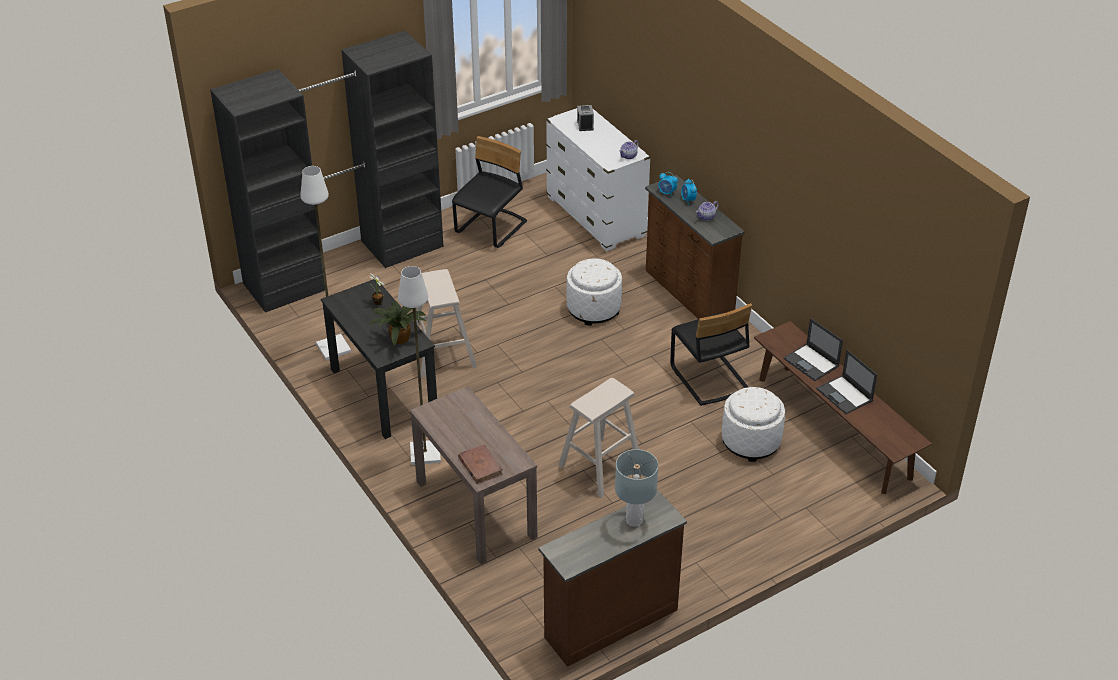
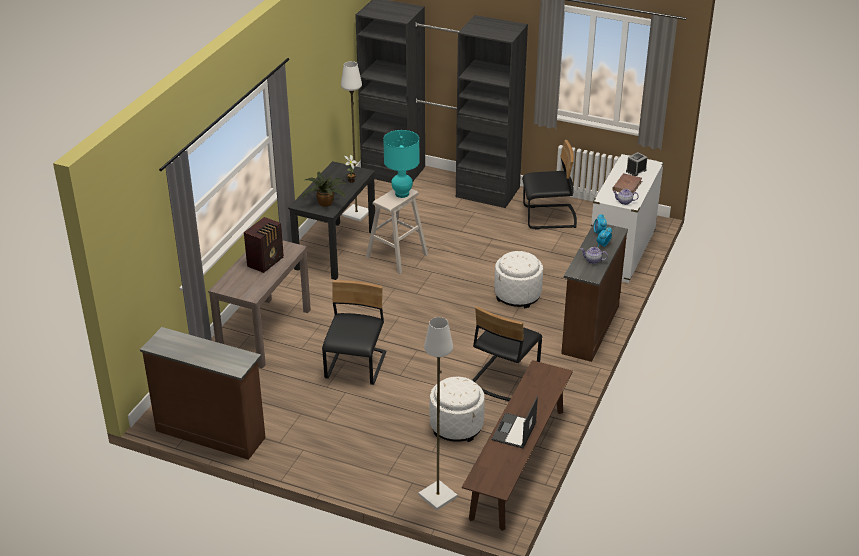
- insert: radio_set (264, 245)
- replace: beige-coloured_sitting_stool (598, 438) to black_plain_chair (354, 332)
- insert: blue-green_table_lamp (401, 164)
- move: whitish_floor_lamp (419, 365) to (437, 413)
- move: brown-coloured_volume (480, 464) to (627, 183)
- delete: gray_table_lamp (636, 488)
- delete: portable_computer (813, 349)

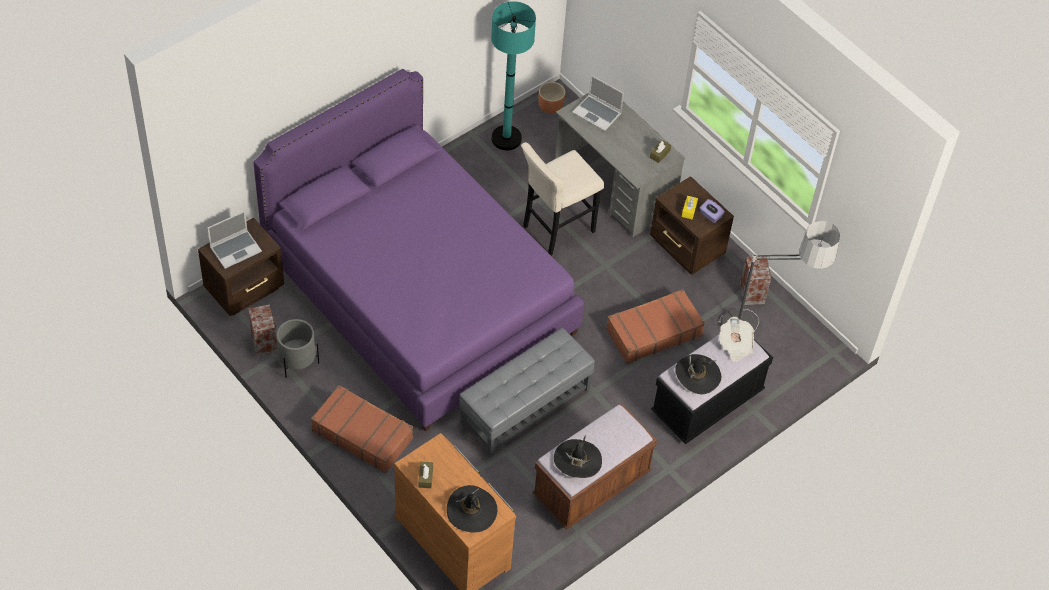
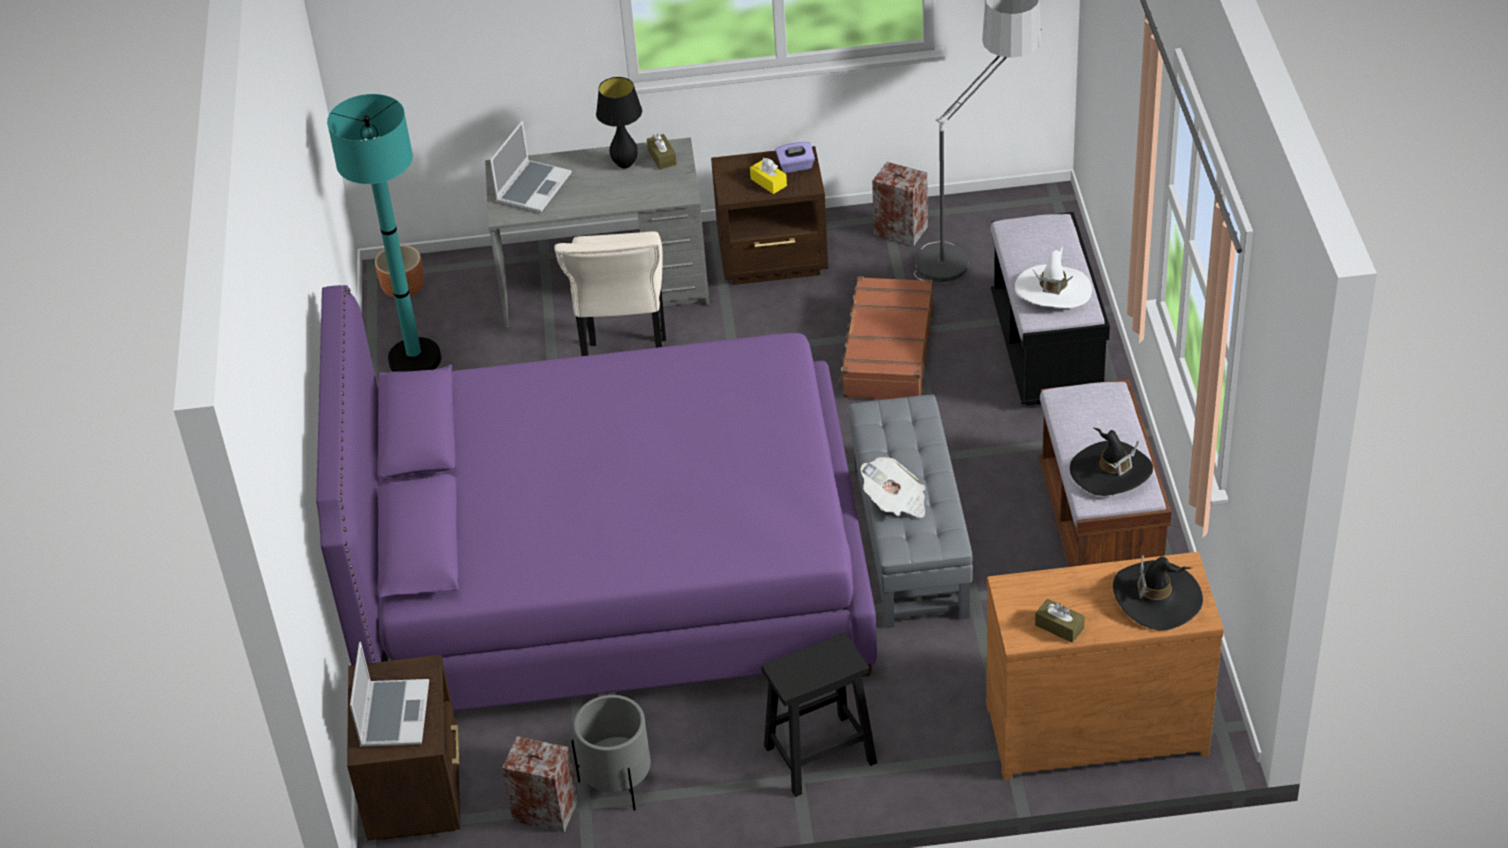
- rotate: portable_computer (598, 103) = (531, 166) 45 degrees counterclockwise
- insert: black_table_lamp (619, 123)
- replace: brown-coloured_suitcase (362, 429) to black_sitting_stool (819, 714)
- move: printed_paper (736, 339) to (892, 487)
- recolor: black_wearable_hat (698, 374) to whitish_wearable_hat (1053, 277)

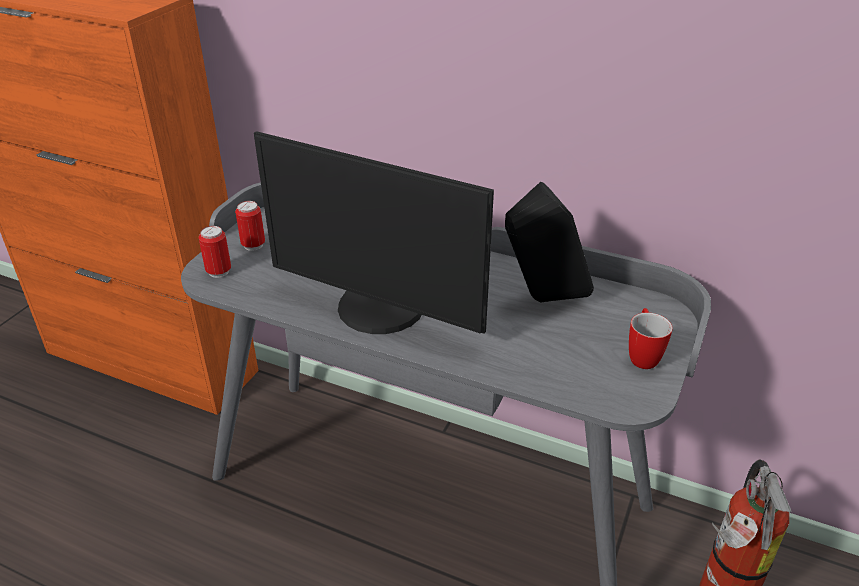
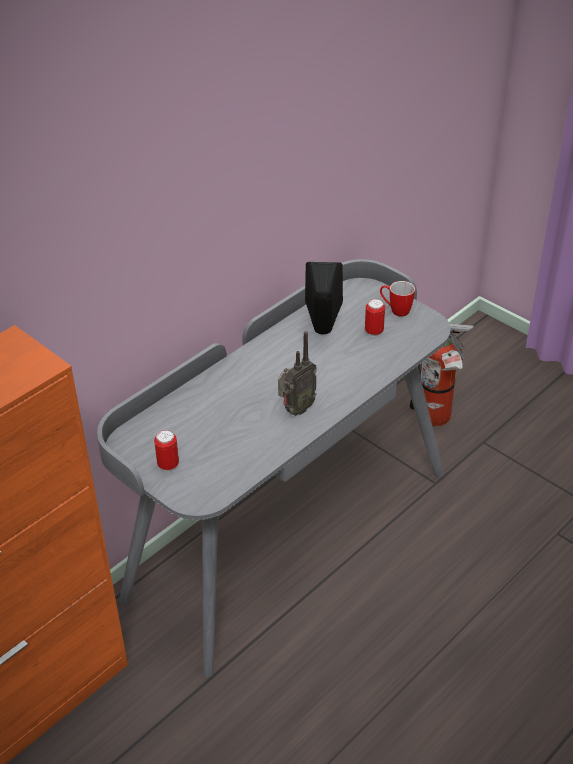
- replace: computer_display (374, 232) to radio_set (297, 373)
- move: sealed_can (215, 252) to (375, 318)

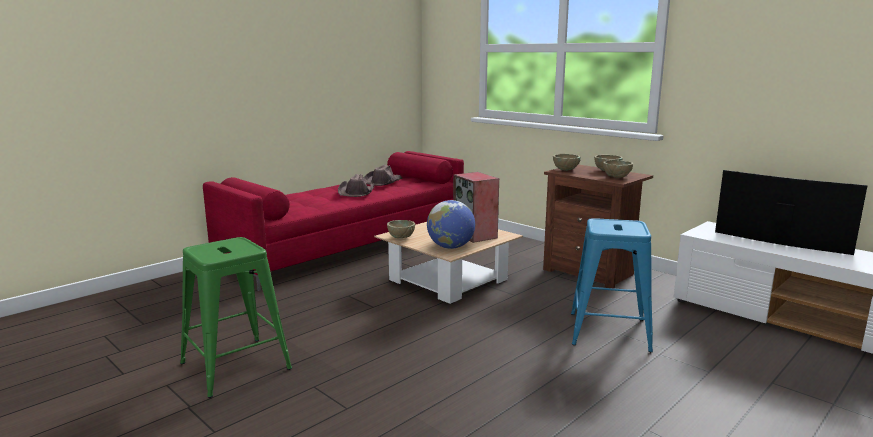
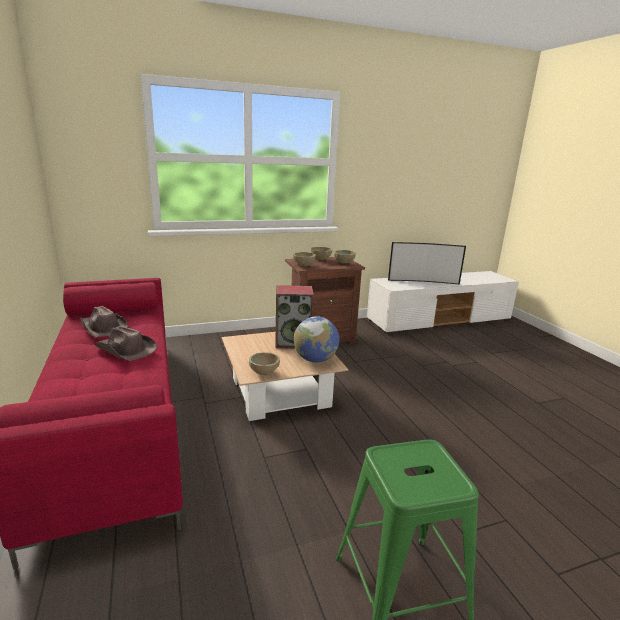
- rotate: television (791, 212) = (427, 263) 150 degrees counterclockwise
- delete: bluish_sitting_stool (612, 285)

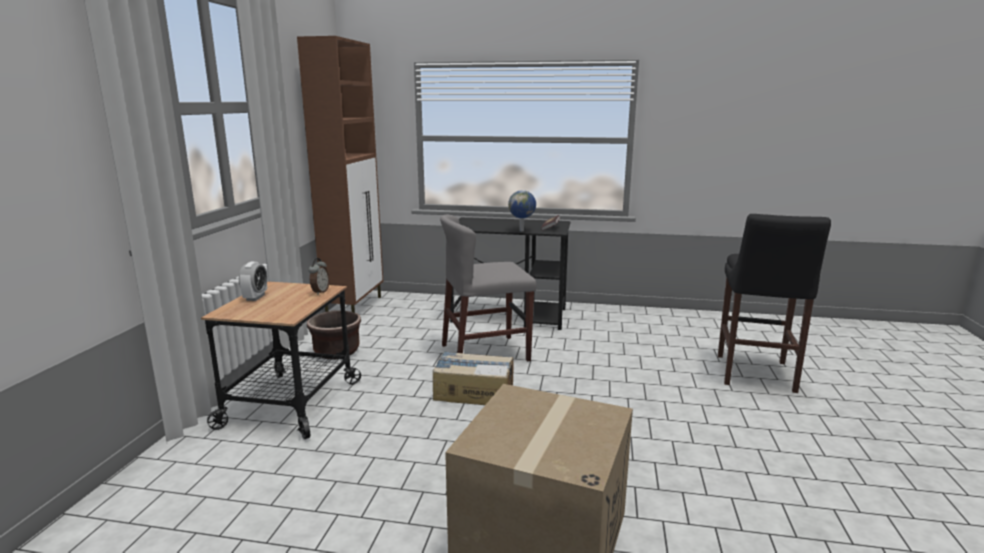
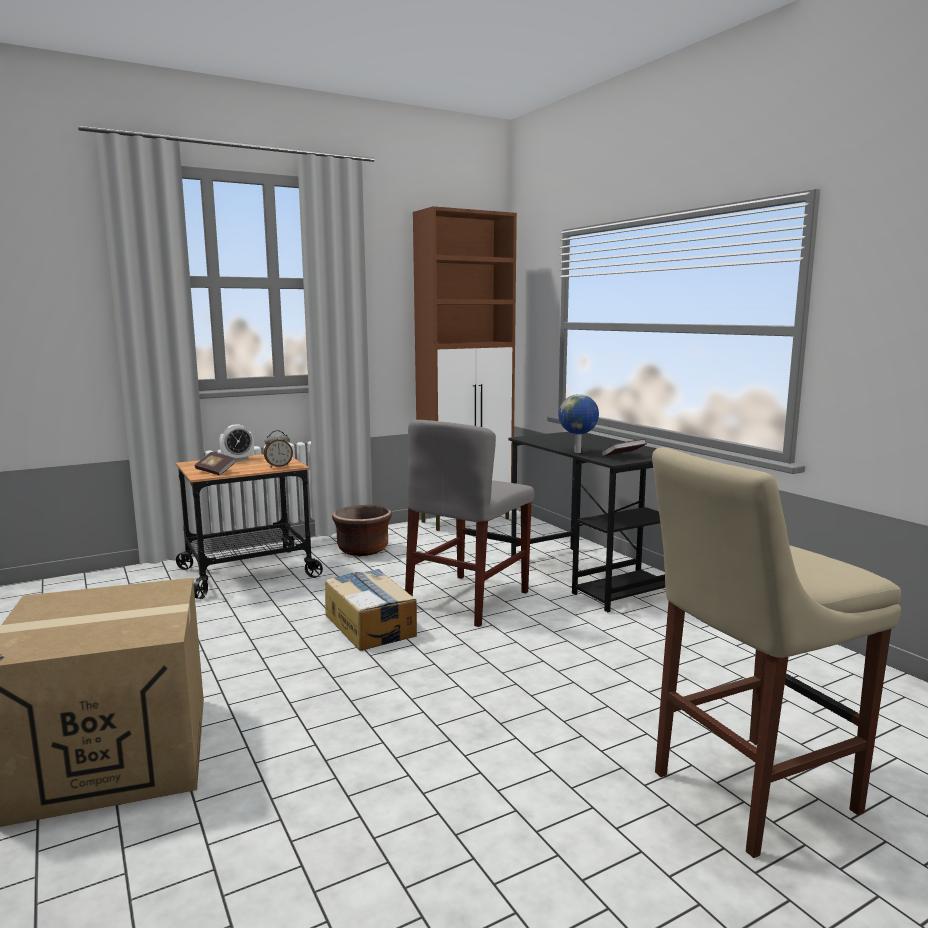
- insert: volume (215, 464)
- rotate: gray_plain_chair (488, 288) = (470, 523) 90 degrees counterclockwise
- recolor: black_sitting_stool (774, 303) to beige-coloured_sitting_stool (776, 652)

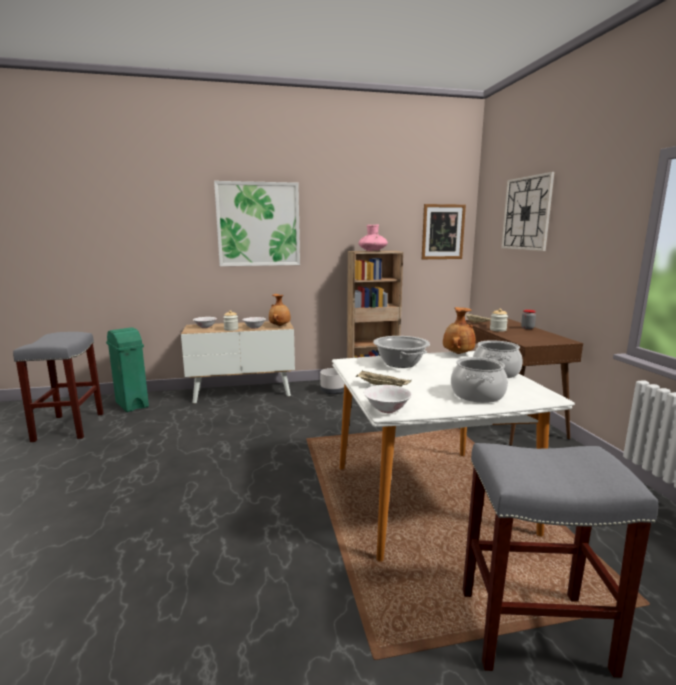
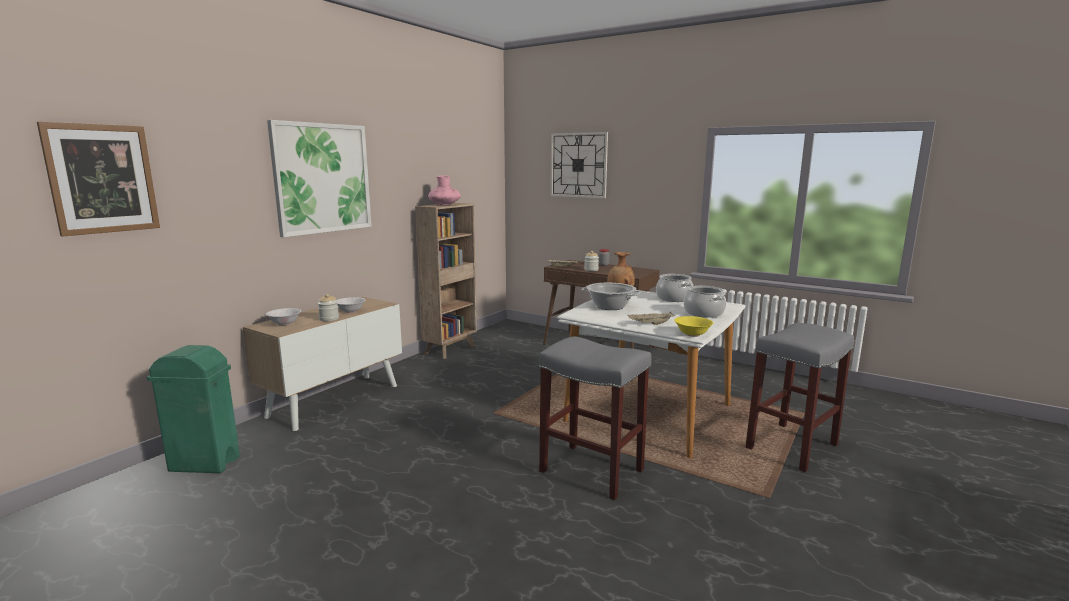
- move: picture (444, 231) to (98, 179)
- move: gray_sitting_stool (58, 387) to (595, 418)
- recolor: whitish_bowl (388, 399) to yellow_bowl (693, 326)
- delete: brown-coloured_decorative_vase (280, 310)
- delete: gray_plant_pot (332, 381)

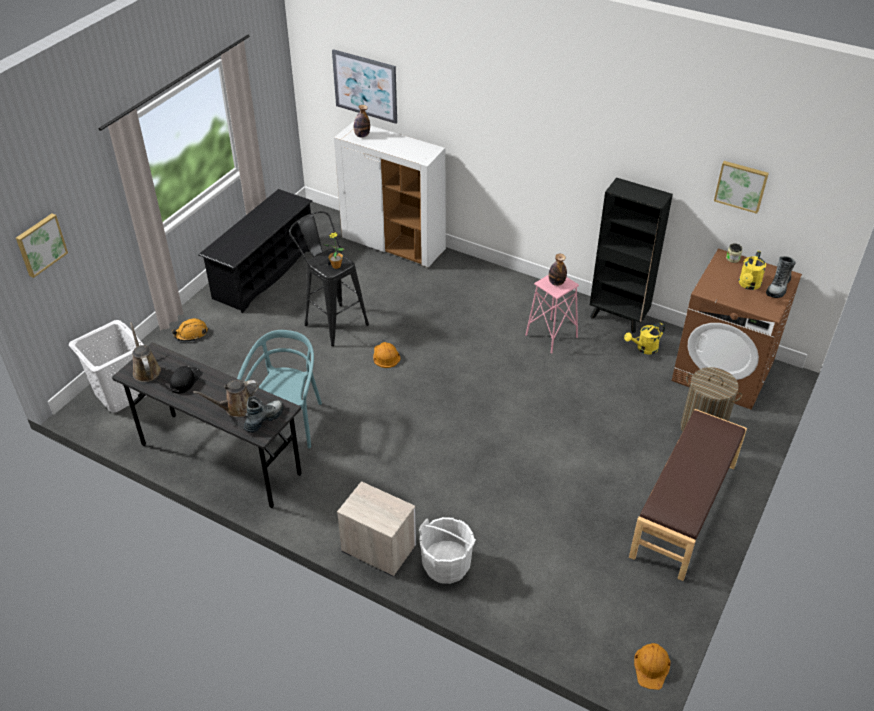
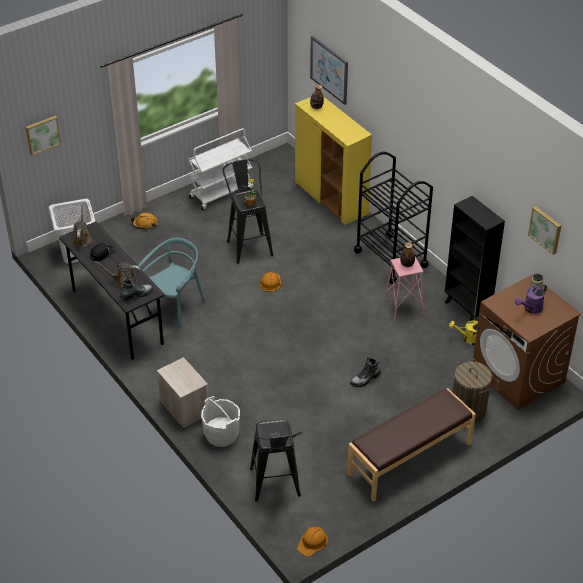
- replace: black_shoe_shelf (255, 251) to whitish_cart (220, 169)
- insert: black_sitting_stool (276, 460)
- recolor: whitish_cabinet (390, 194) to yellow_cabinet (333, 160)
- move: boot (780, 277) to (365, 372)
- insert: black_cart (393, 218)
- recolor: yellow_watering_pot (752, 270) to purple-coloured_watering_pot (531, 299)

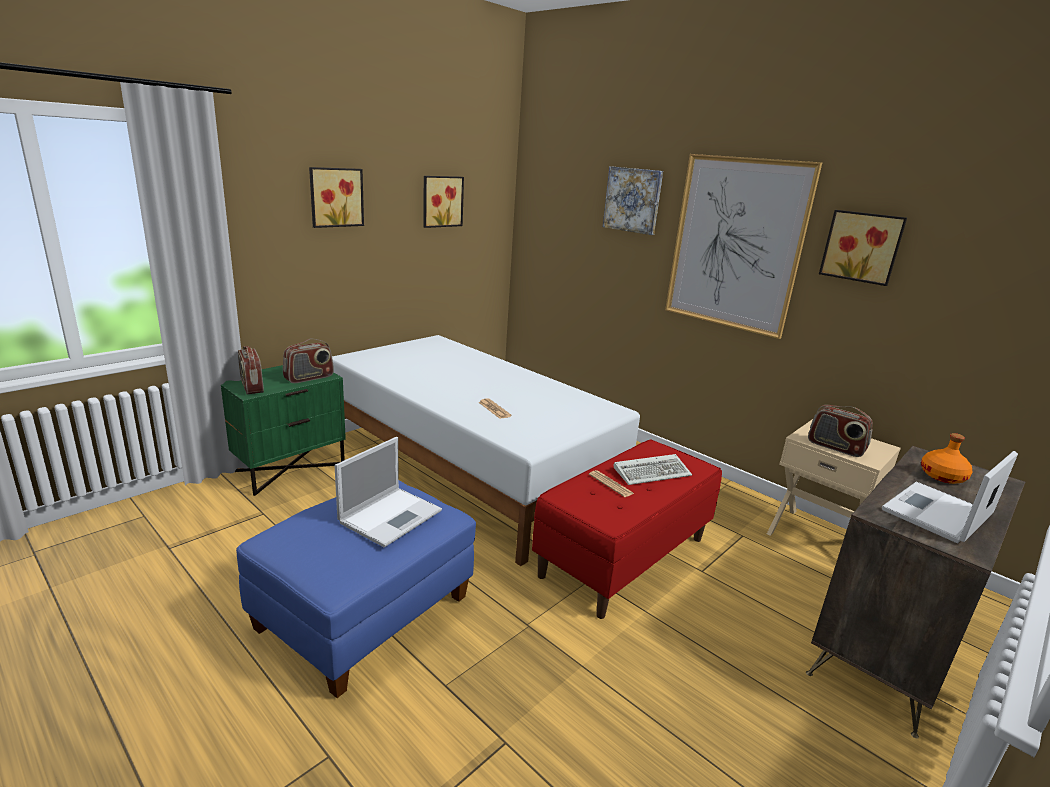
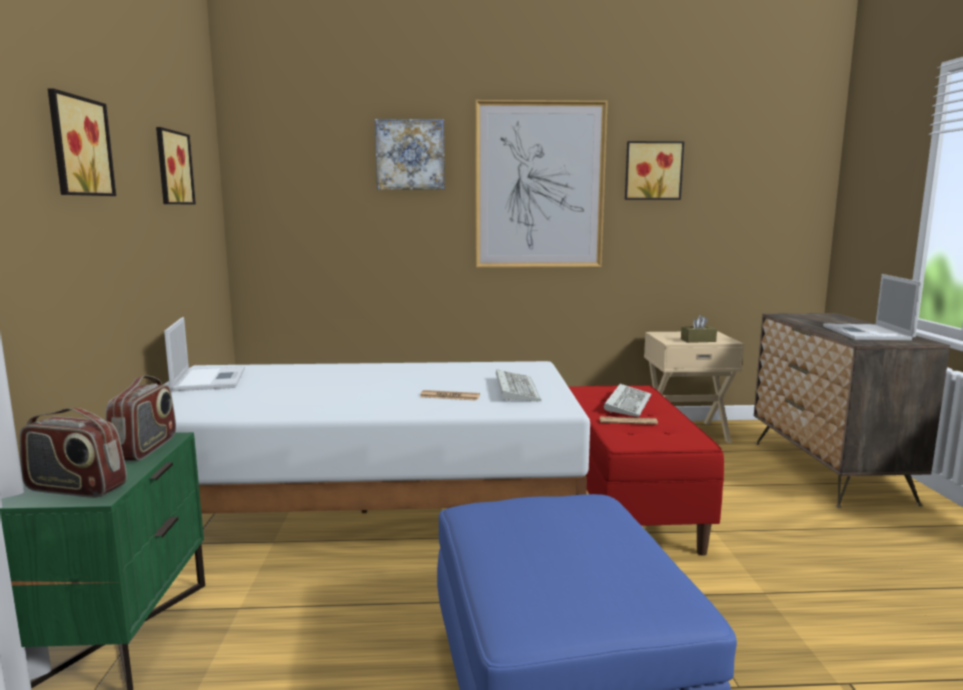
- move: portable_computer (388, 492) to (204, 354)
- insert: keyboard (518, 385)
- replace: radio_set (840, 431) to brown-coloured_tissue_holder (699, 329)
- delete: orange-coloured_beverage_bottle (946, 458)

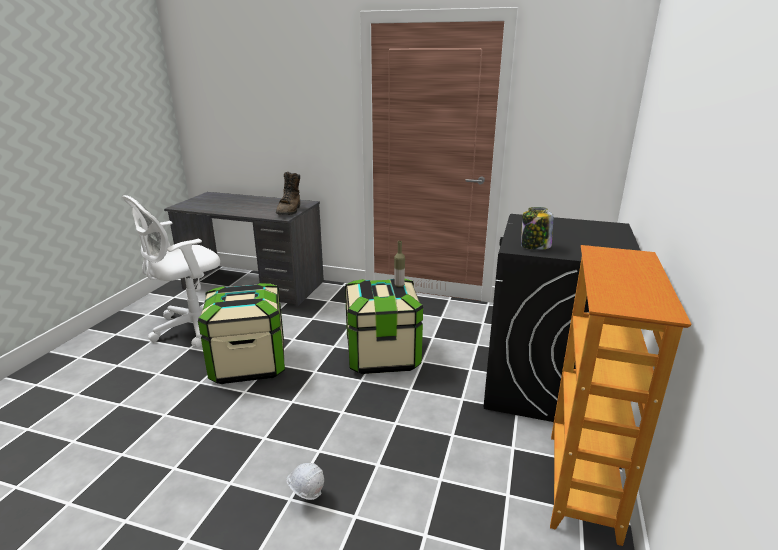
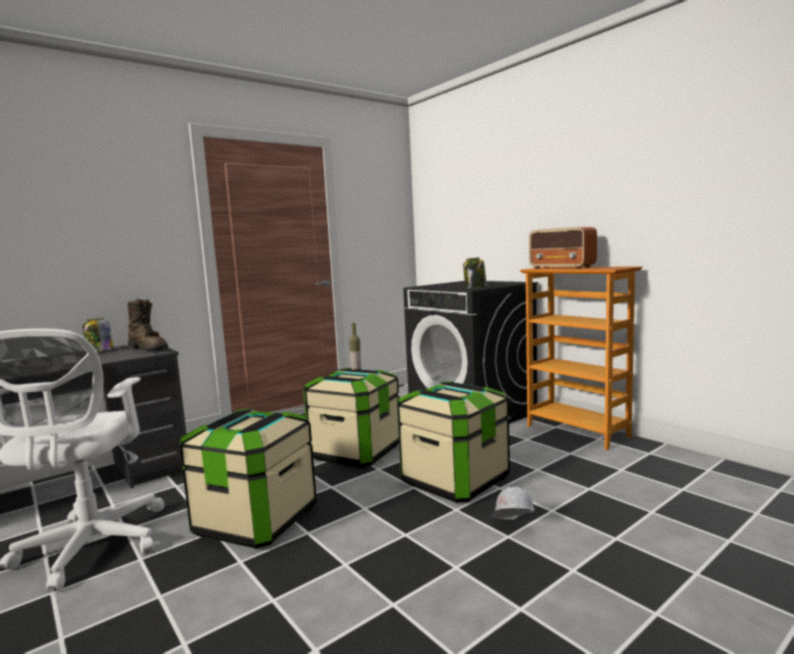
- insert: storage_jar (97, 335)
- insert: storage_container (453, 442)
- insert: radio_set (563, 248)

